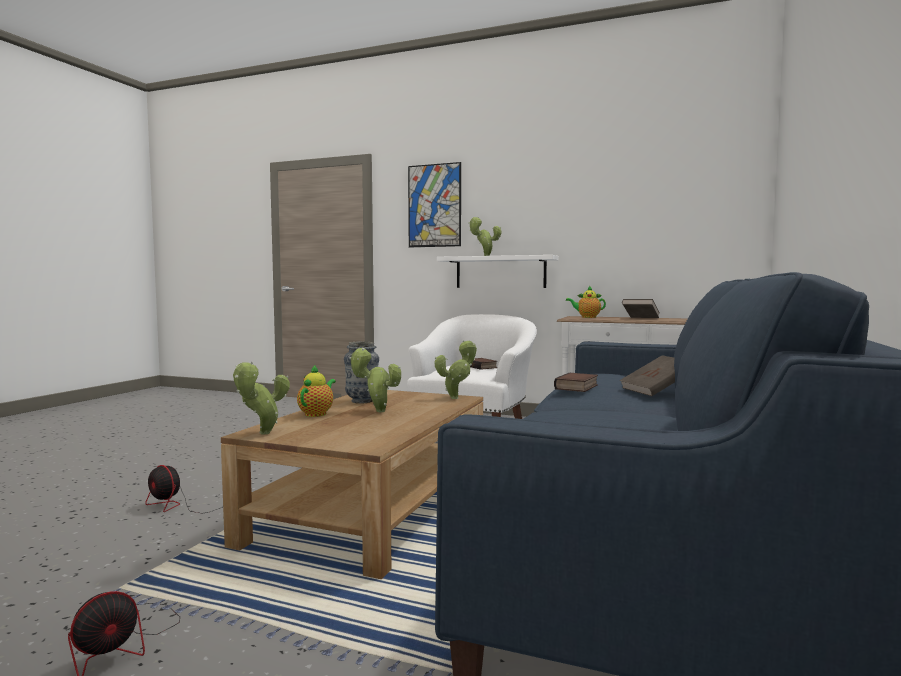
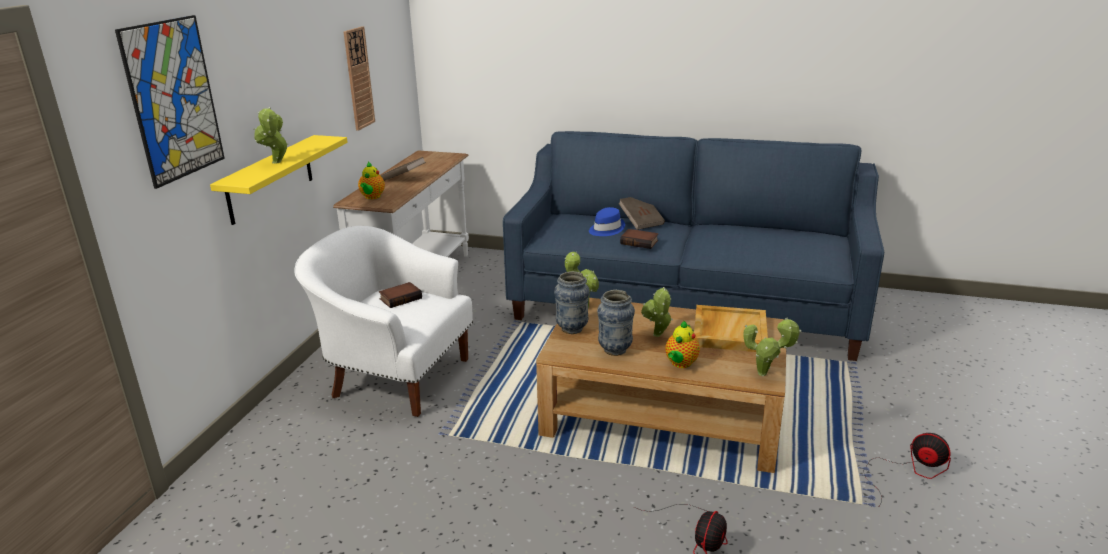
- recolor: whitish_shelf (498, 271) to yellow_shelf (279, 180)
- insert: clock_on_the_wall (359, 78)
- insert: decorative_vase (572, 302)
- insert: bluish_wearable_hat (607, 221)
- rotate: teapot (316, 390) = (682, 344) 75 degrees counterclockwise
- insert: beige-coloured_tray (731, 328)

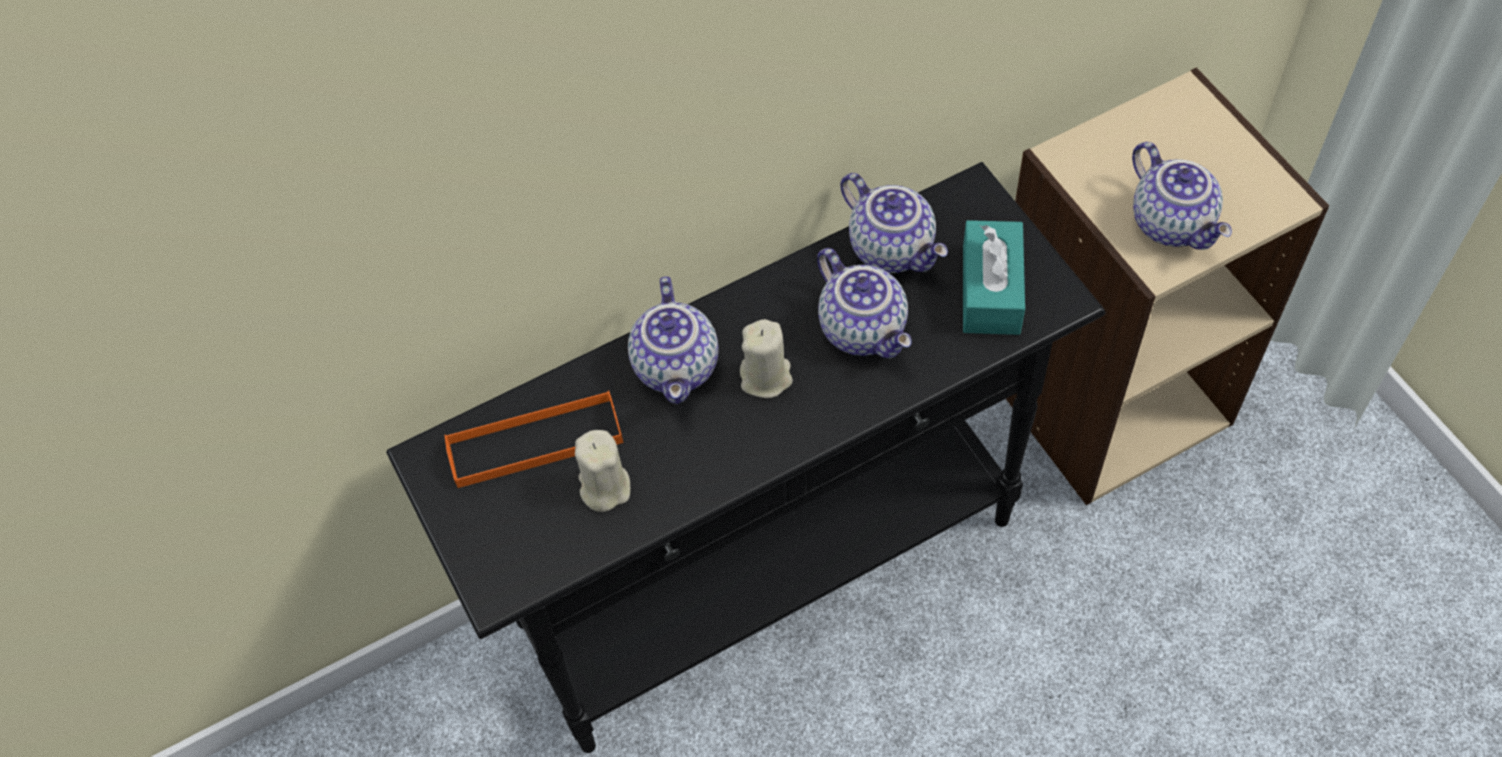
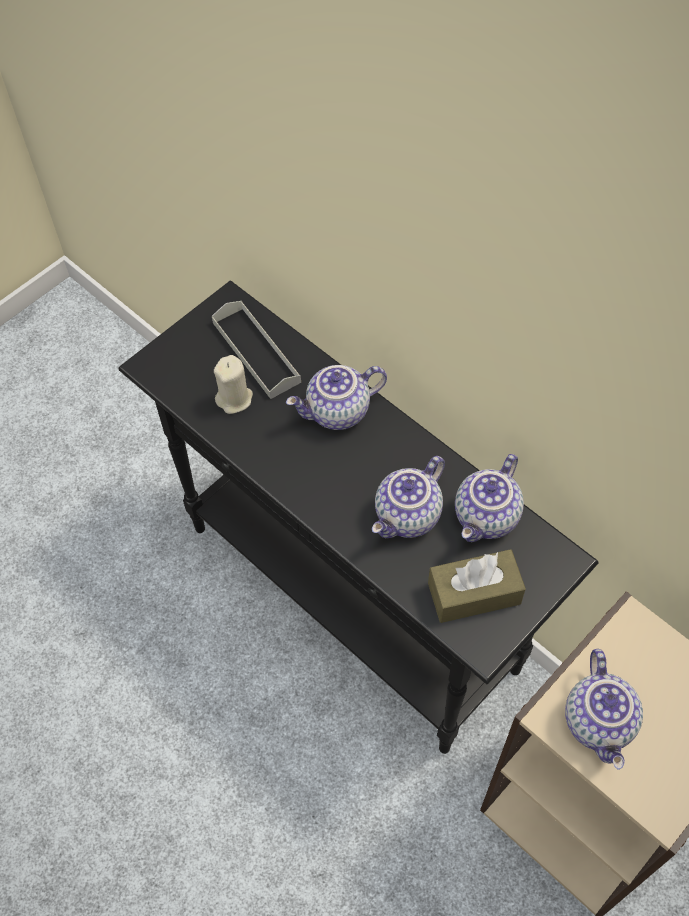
- recolor: orange-coloured_tray (533, 439) to gray_tray (256, 350)
- recolor: blue-green_tissue_holder (994, 277) to brown-coloured_tissue_holder (477, 586)
- rotate: teapot (1182, 196) = (604, 709) 45 degrees counterclockwise
- delete: beige-coloured_wax_candle (766, 358)

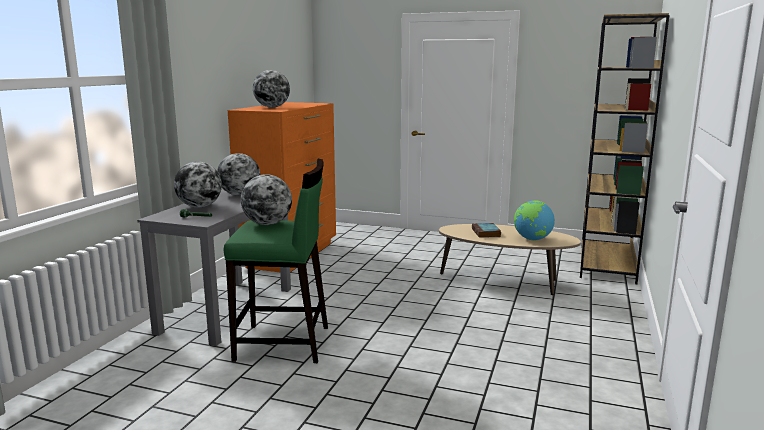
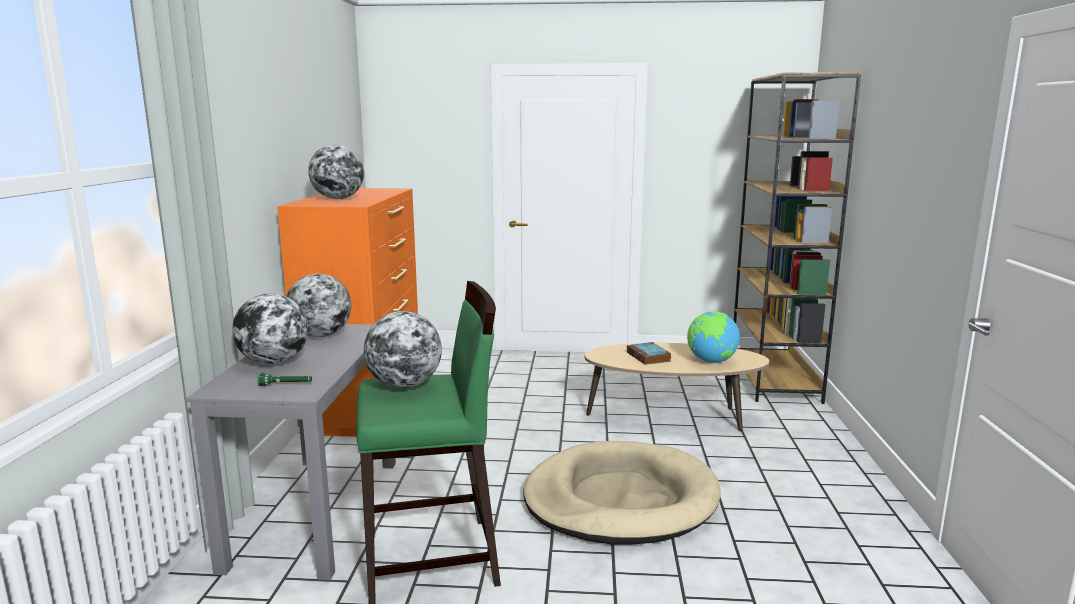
- insert: beige-coloured_dog_bed (622, 492)

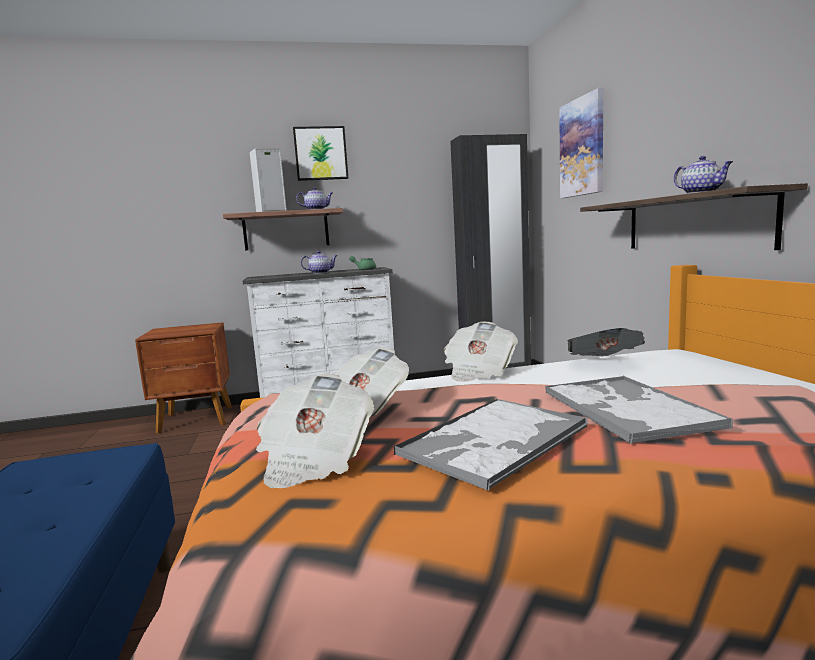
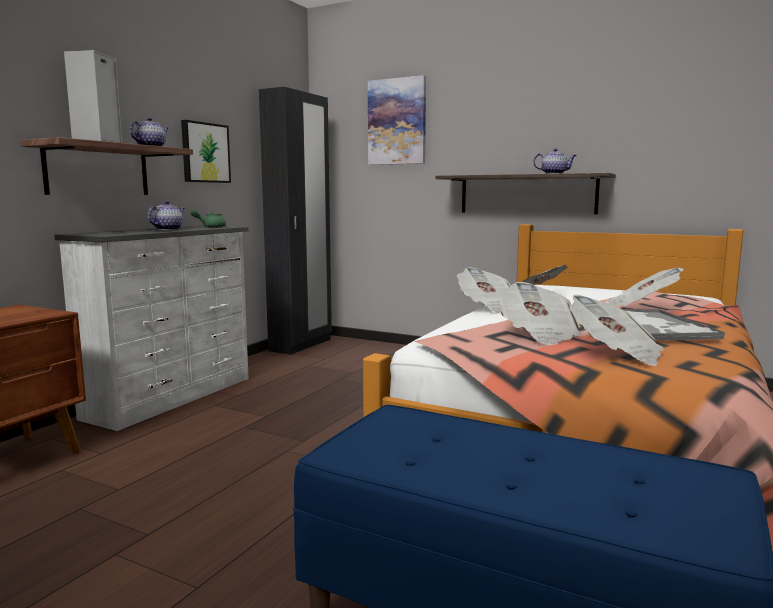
- move: picture (320, 153) to (206, 151)
- replace: tray (639, 410) to printed_paper (644, 287)

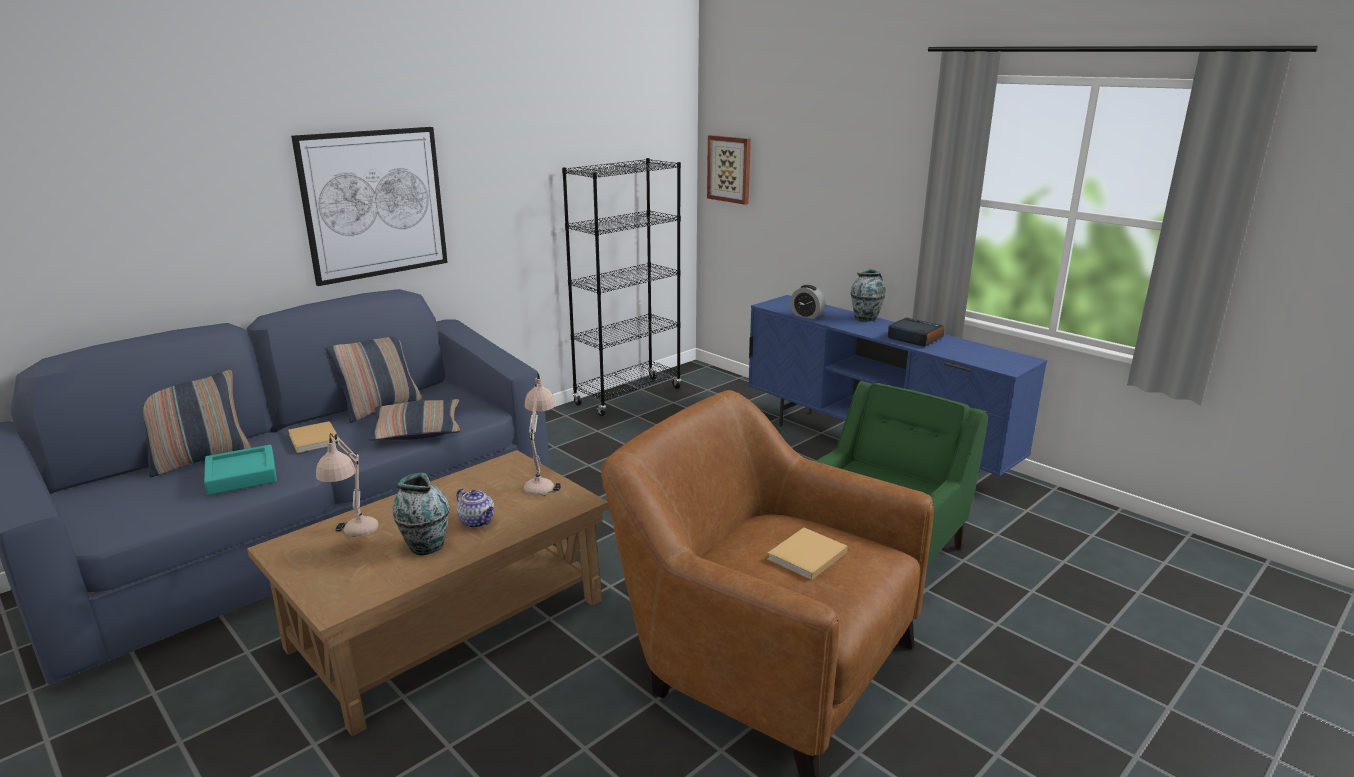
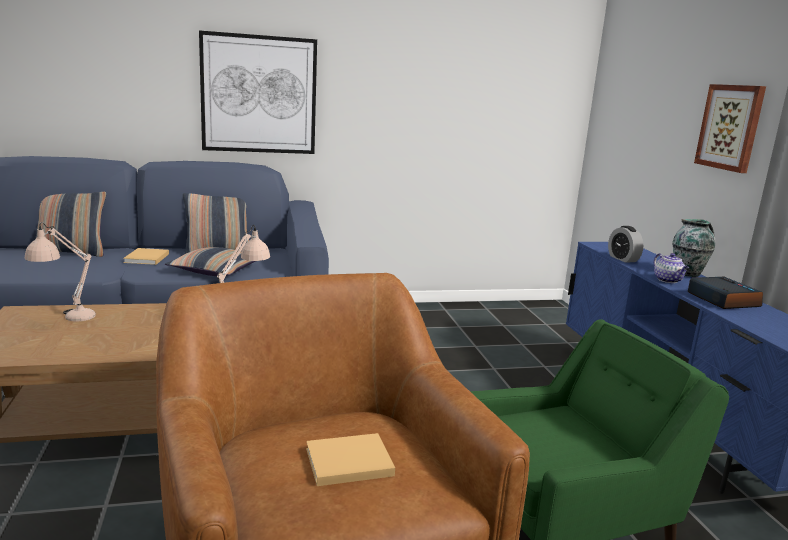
- move: teapot (475, 508) to (671, 268)
- move: picture (729, 170) to (730, 128)
- delete: blue-green_tray (240, 470)
- delete: decorative_vase (421, 514)
- delete: black_shelving_unit (621, 287)

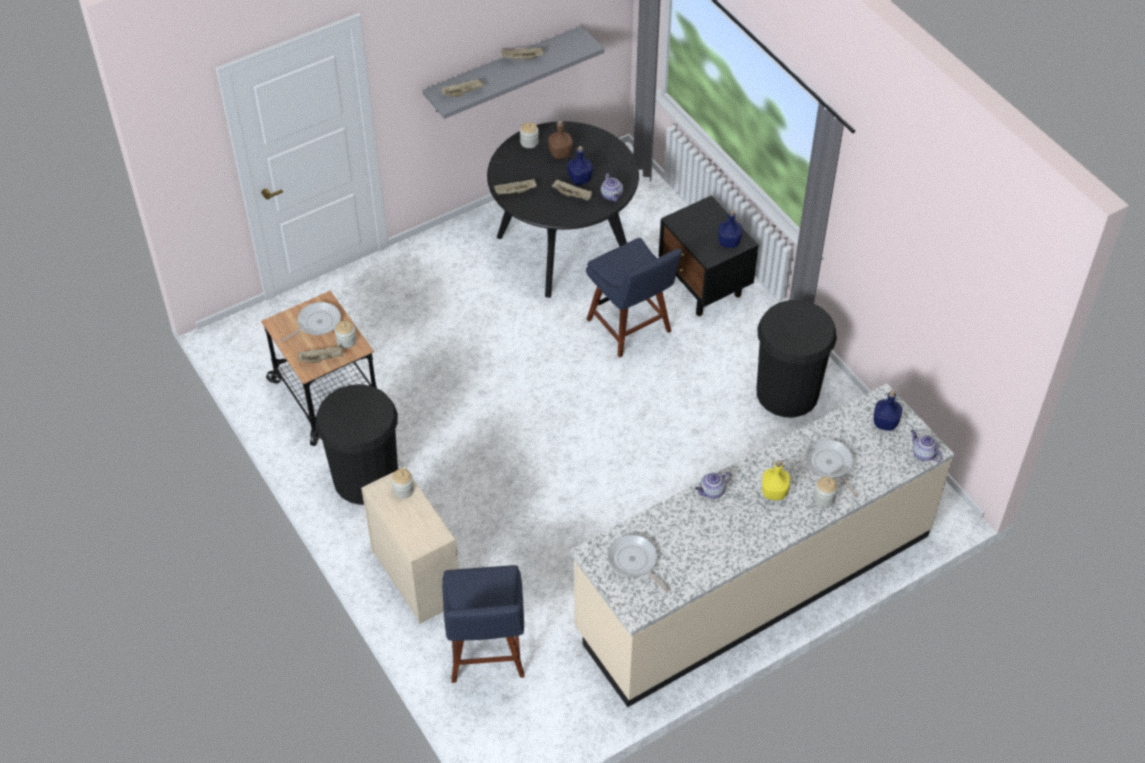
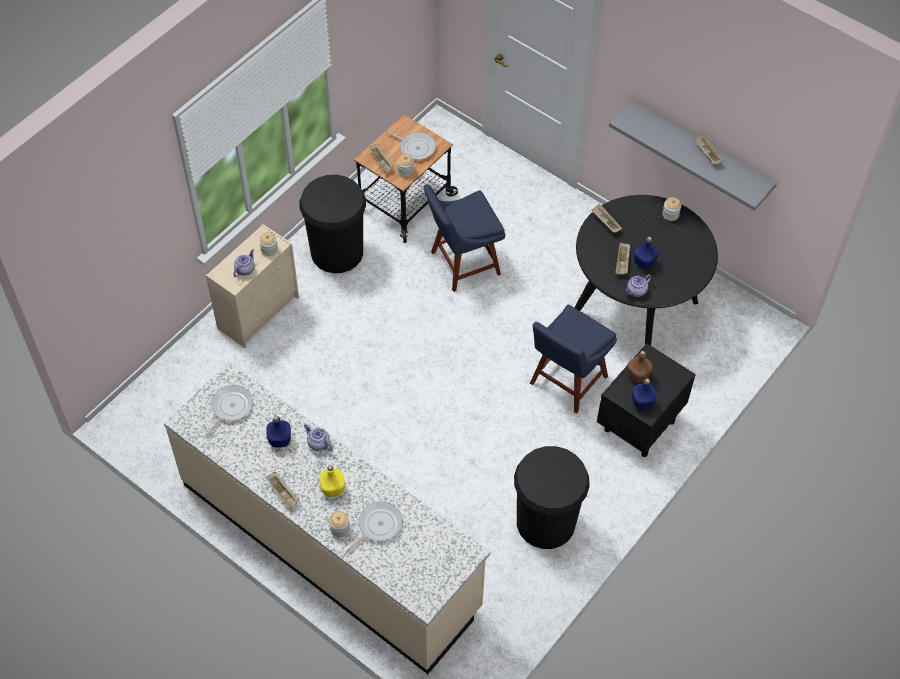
- move: teapot (927, 446) to (244, 263)
- move: bluish_beverage_bottle (888, 411) to (278, 432)
- move: beige-coloured_tray (463, 87) to (282, 490)
- move: bluish_plain_chair (483, 624) to (464, 238)
- move: brown-coloured_beverage_bottle (560, 140) to (640, 367)

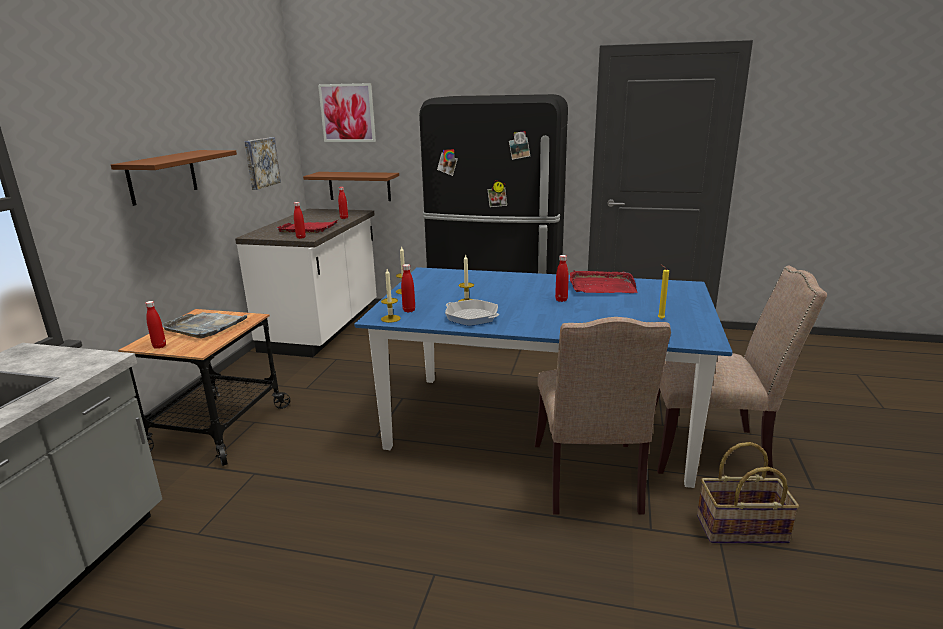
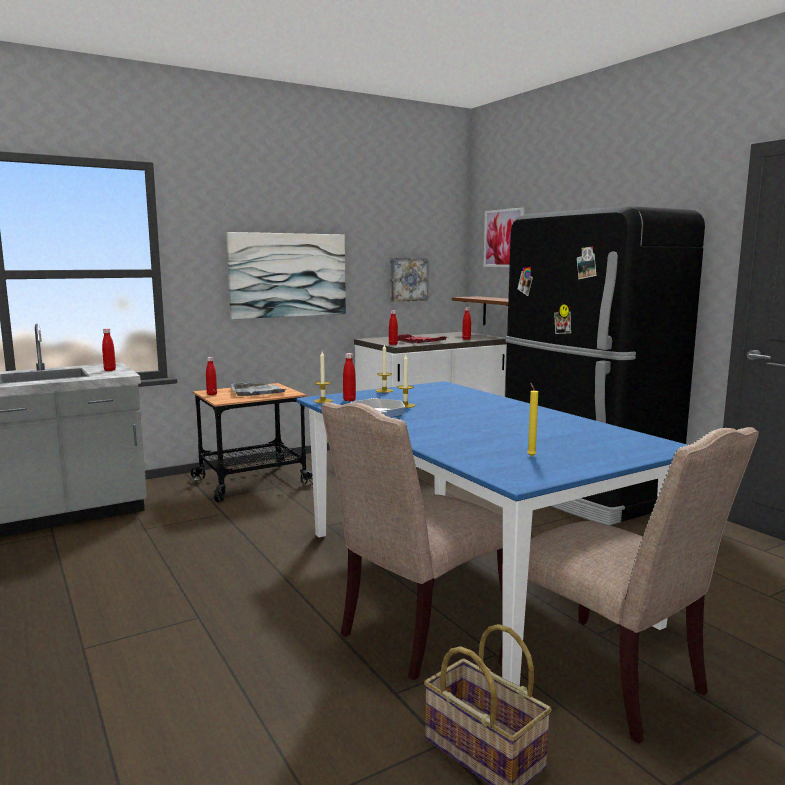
- move: red_beverage_bottle (562, 278) to (109, 350)
- replace: brown-coloured_shelf (174, 178) to picture (286, 275)
- delete: red_tray (604, 281)

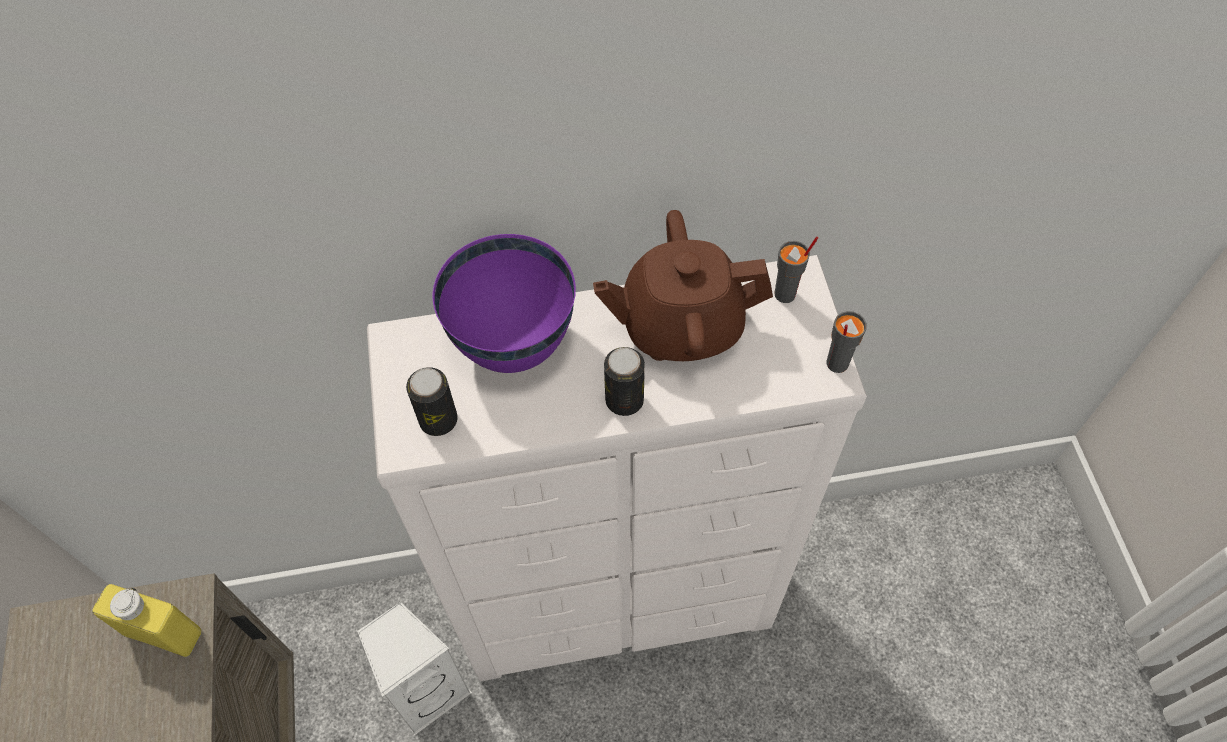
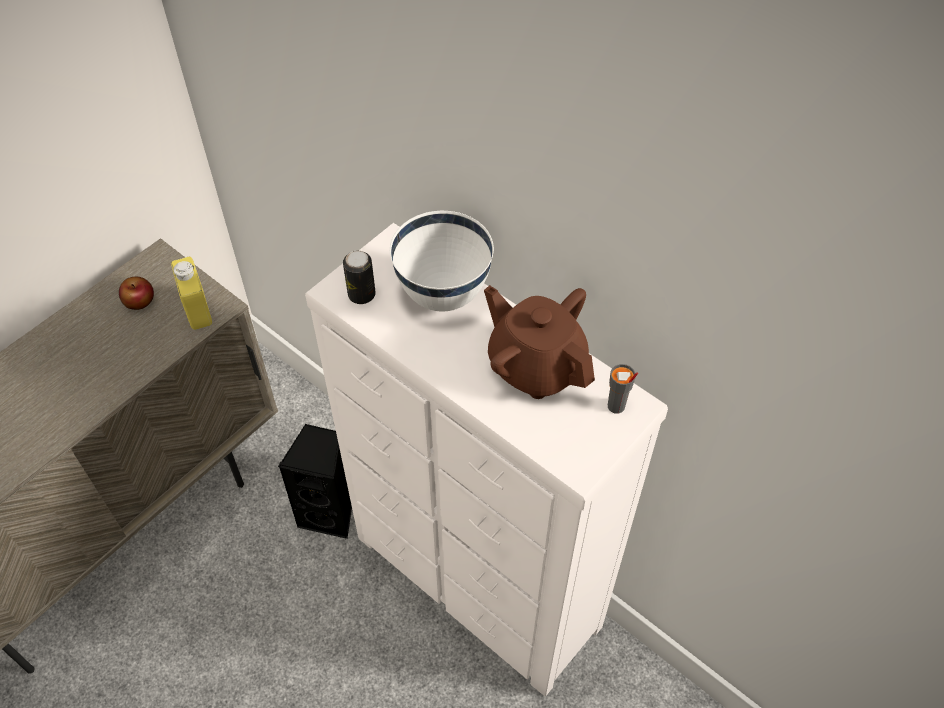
- insert: whole_apple (136, 293)
- recolor: whitish_speaker (414, 668) to black_speaker (315, 481)
- recolor: purple-coloured_bowl (504, 303) to whitish_bowl (442, 261)
- delete: sealed_can (624, 381)
- delete: gray_small_cup (847, 342)

